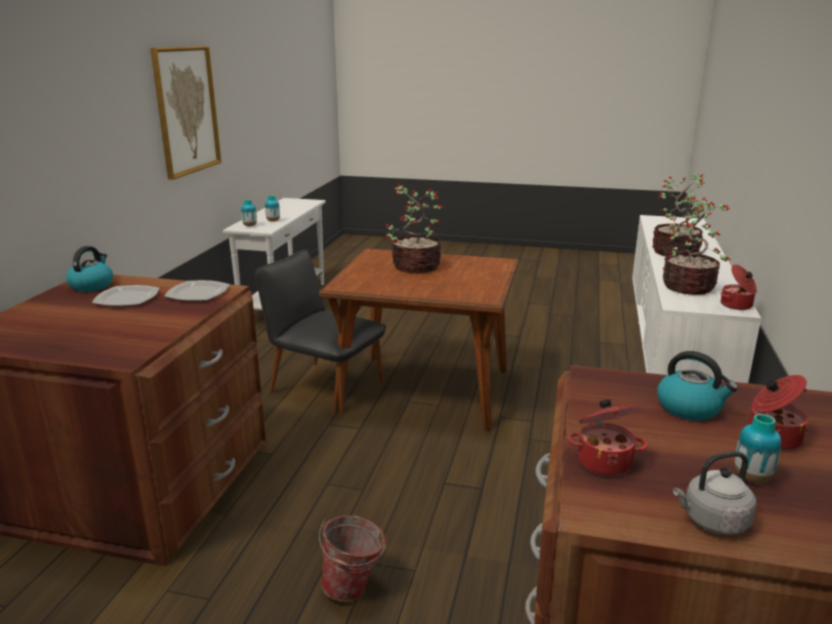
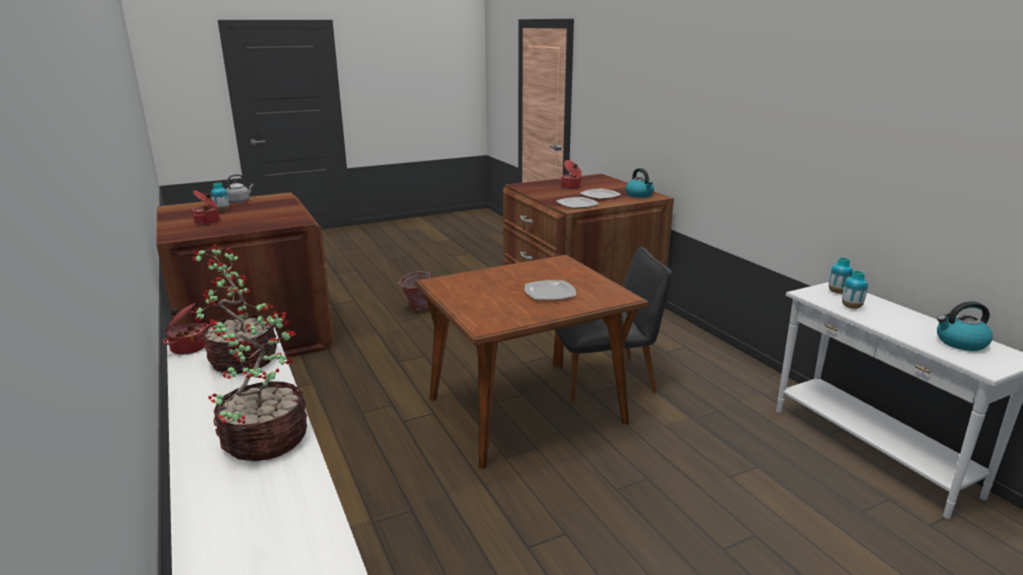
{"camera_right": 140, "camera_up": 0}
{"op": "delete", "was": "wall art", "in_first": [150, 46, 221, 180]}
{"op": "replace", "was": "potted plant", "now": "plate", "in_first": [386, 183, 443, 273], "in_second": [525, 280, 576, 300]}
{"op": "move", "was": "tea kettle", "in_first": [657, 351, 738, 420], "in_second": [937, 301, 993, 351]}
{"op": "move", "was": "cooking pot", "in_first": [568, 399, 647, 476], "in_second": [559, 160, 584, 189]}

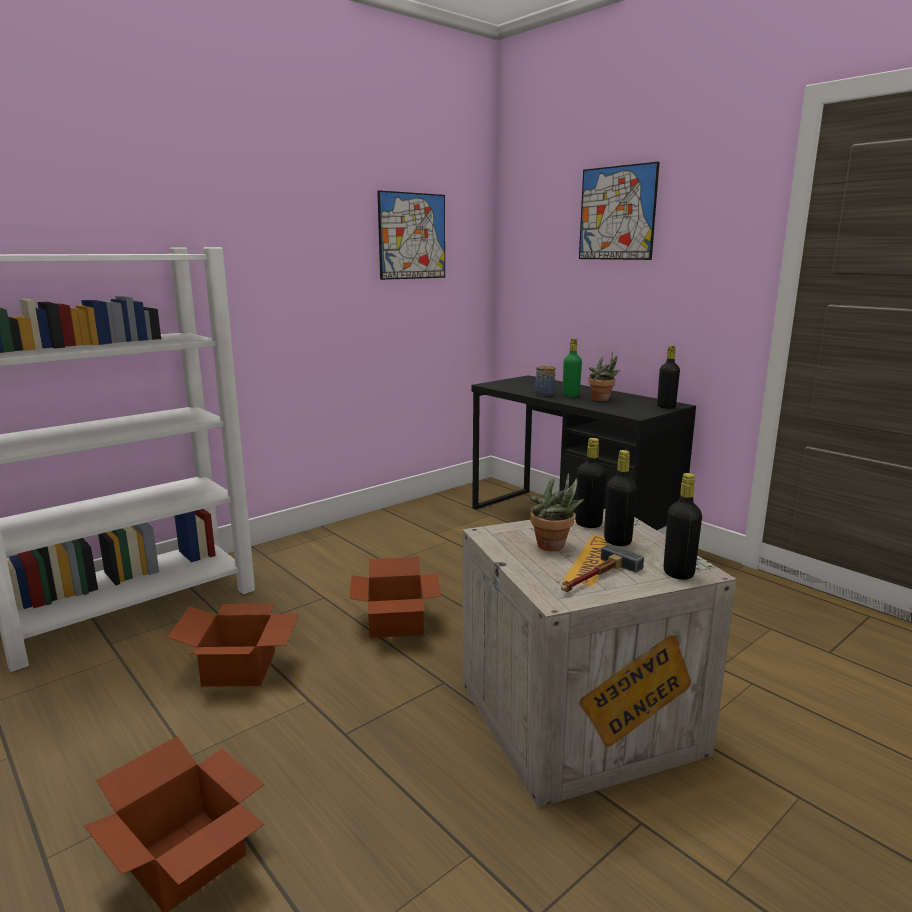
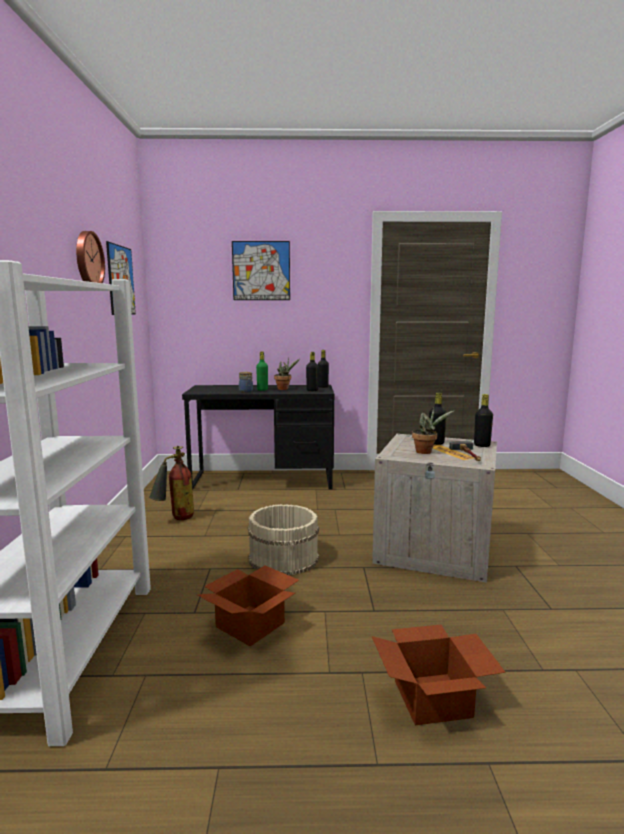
{"camera_right": -50, "camera_up": -5}
{"op": "move", "was": "bottle (black-coloured)", "in_first": [575, 438, 607, 528], "in_second": [306, 352, 319, 391]}
{"op": "replace", "was": "cardboard box", "now": "water bucket (beige)", "in_first": [349, 557, 441, 638], "in_second": [248, 504, 319, 575]}
{"op": "insert", "now": "hanging clock", "in_second": [76, 231, 105, 283]}
{"op": "insert", "now": "fire extinguisher", "in_second": [149, 446, 194, 520]}

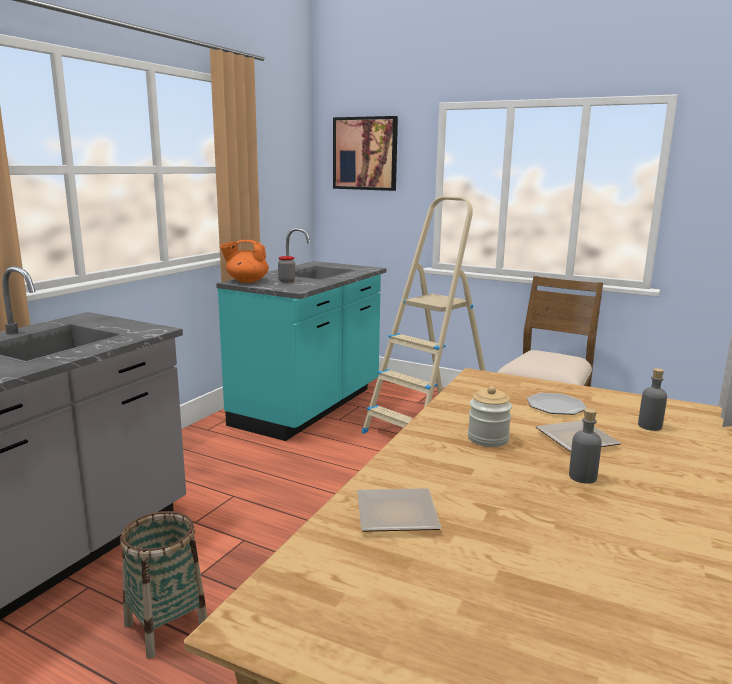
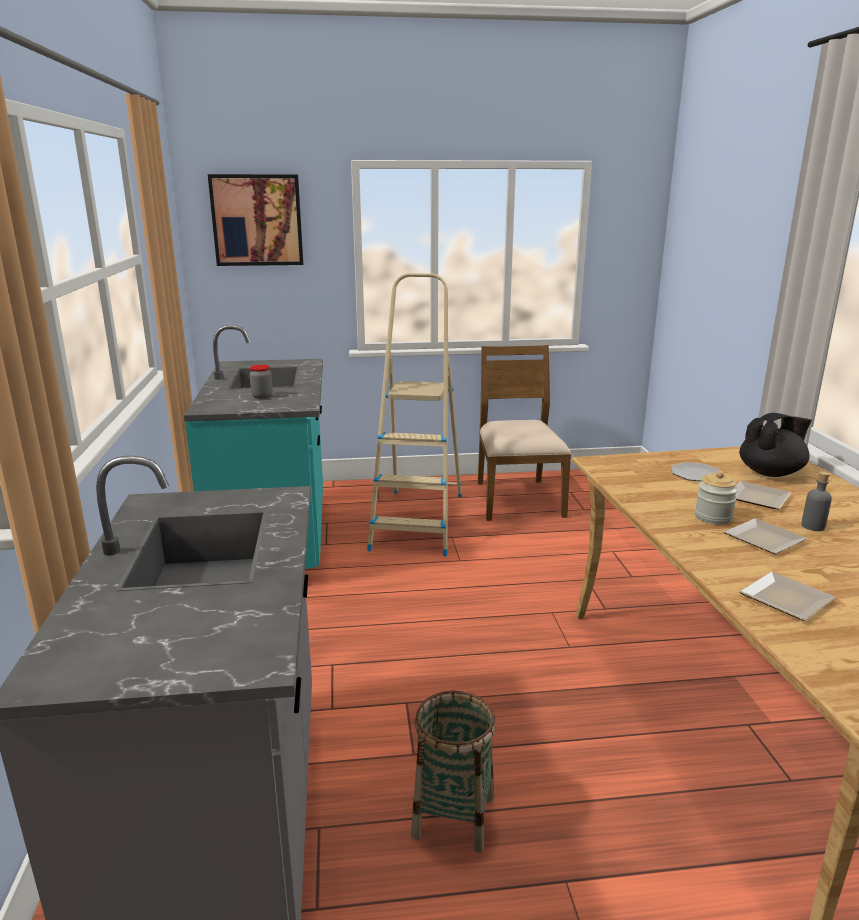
{"camera_right": -35, "camera_up": 5}
{"op": "delete", "was": "teapot (orange)", "in_first": [220, 240, 269, 283]}
{"op": "replace", "was": "bottle (greyish)", "now": "teapot (black-coloured)", "in_first": [638, 368, 667, 431], "in_second": [739, 413, 812, 477]}
{"op": "insert", "now": "plate", "in_second": [724, 518, 807, 554]}

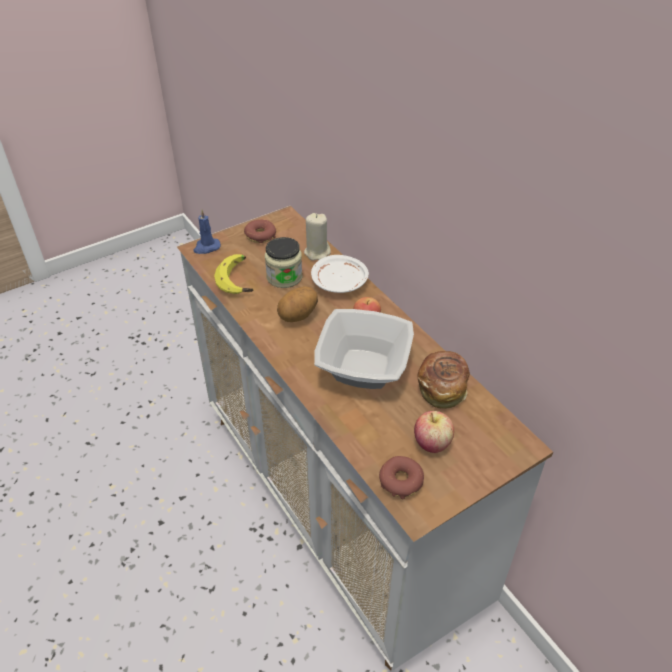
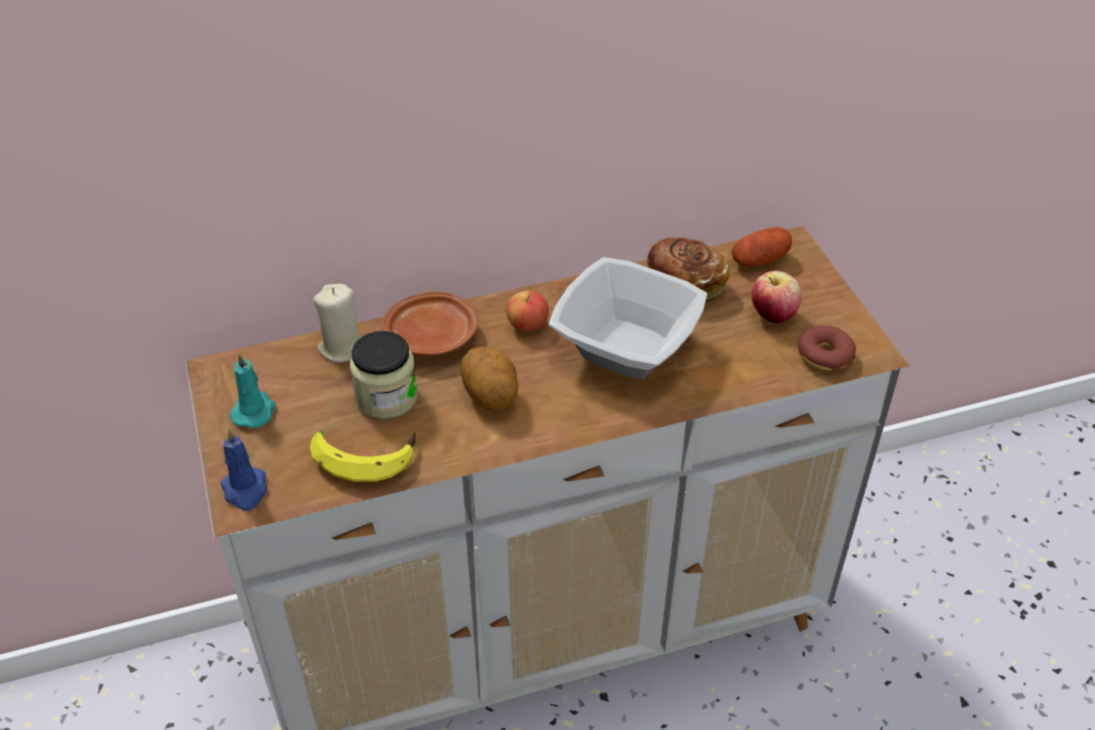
{"camera_right": -75, "camera_up": 0}
{"op": "replace", "was": "doughnut", "now": "wax candle (turquoise-coloured)", "in_first": [244, 220, 276, 243], "in_second": [230, 353, 275, 428]}
{"op": "recolor", "was": "plate (whitish)", "now": "plate (brown)", "in_first": [311, 255, 369, 293], "in_second": [382, 292, 478, 356]}
{"op": "insert", "now": "spud", "in_second": [731, 227, 792, 267]}

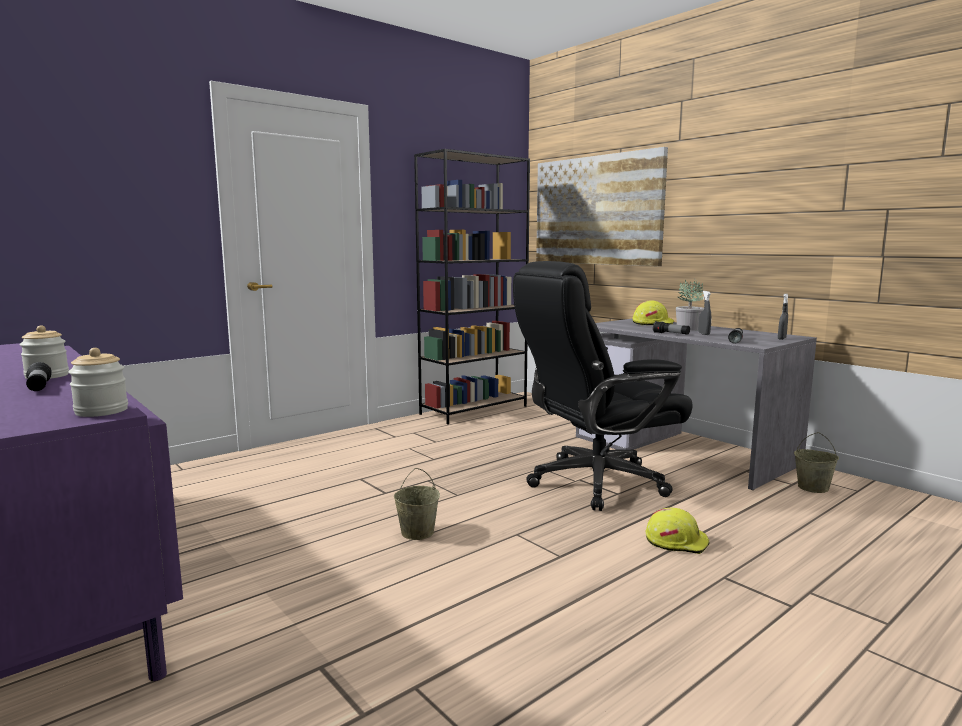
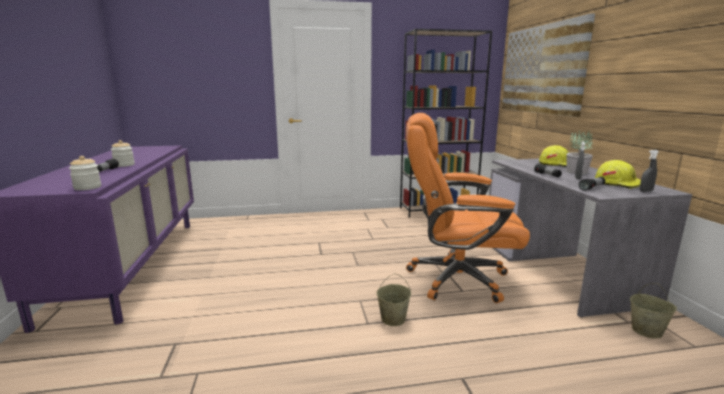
{"camera_right": 30, "camera_up": 5}
{"op": "recolor", "was": "desk chair (black-coloured)", "now": "desk chair (orange)", "in_first": [513, 261, 693, 511], "in_second": [406, 113, 530, 303]}
{"op": "move", "was": "water bucket (beige)", "in_first": [394, 468, 440, 540], "in_second": [377, 273, 411, 326]}
{"op": "move", "was": "work helmet (yellowish)", "in_first": [646, 508, 710, 554], "in_second": [595, 160, 641, 189]}

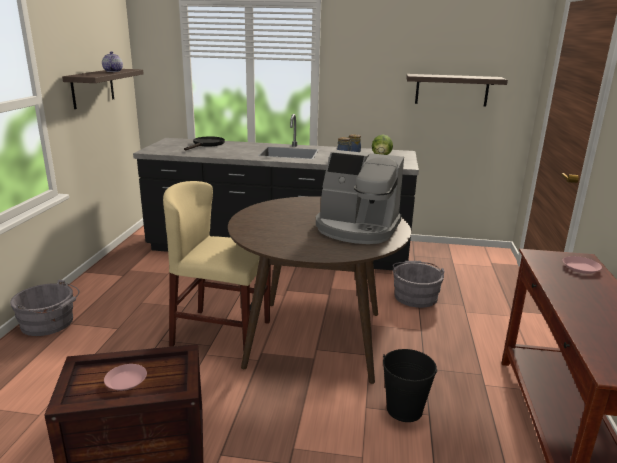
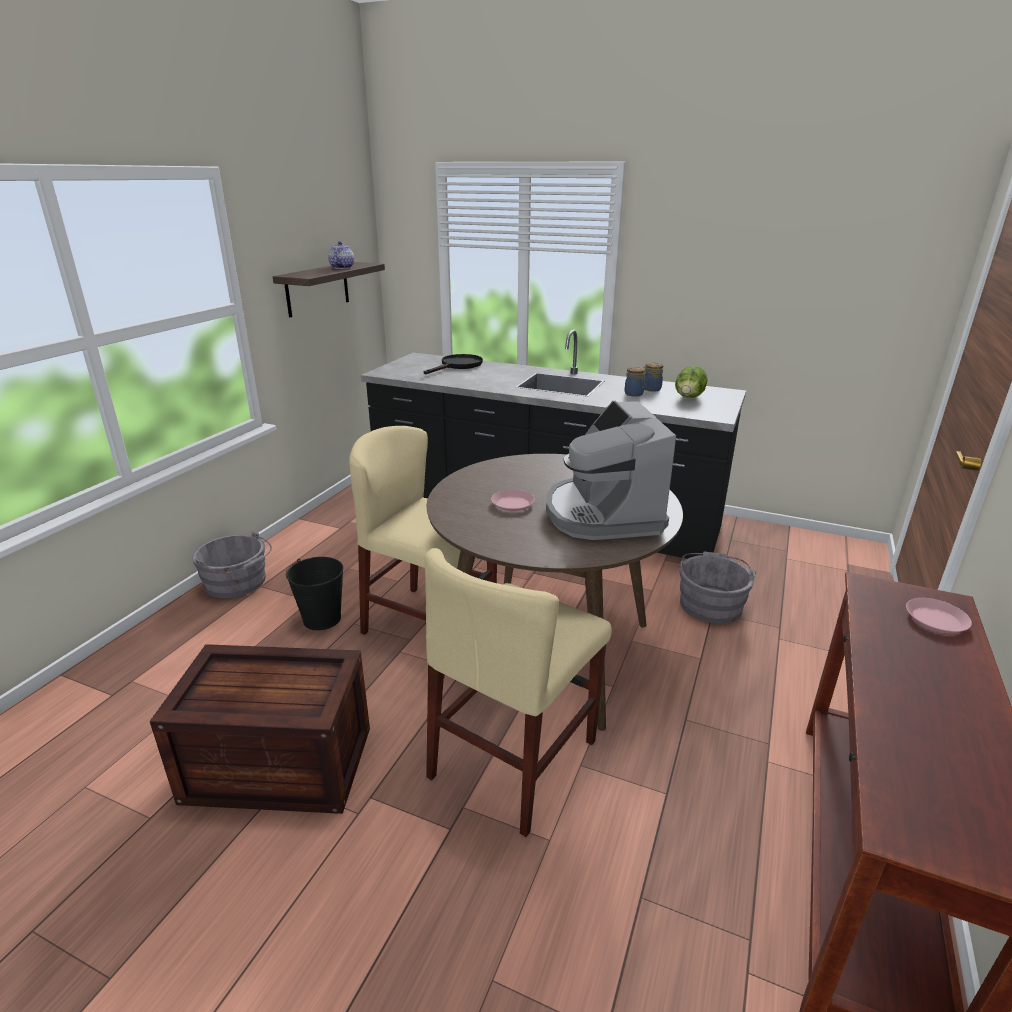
{"camera_right": 15, "camera_up": 5}
{"op": "delete", "was": "bracket shelf", "in_first": [406, 74, 508, 107]}
{"op": "rotate", "was": "coffee maker", "in_first": [316, 150, 404, 244], "in_second": [546, 401, 676, 540], "clockwise": 45}
{"op": "move", "was": "water bucket (black-coloured)", "in_first": [383, 349, 437, 422], "in_second": [286, 557, 343, 630]}
{"op": "move", "was": "plate (pink-coloured)", "in_first": [104, 364, 147, 391], "in_second": [491, 489, 535, 511]}
{"op": "insert", "now": "plain chair (beige)", "in_second": [425, 548, 612, 837]}

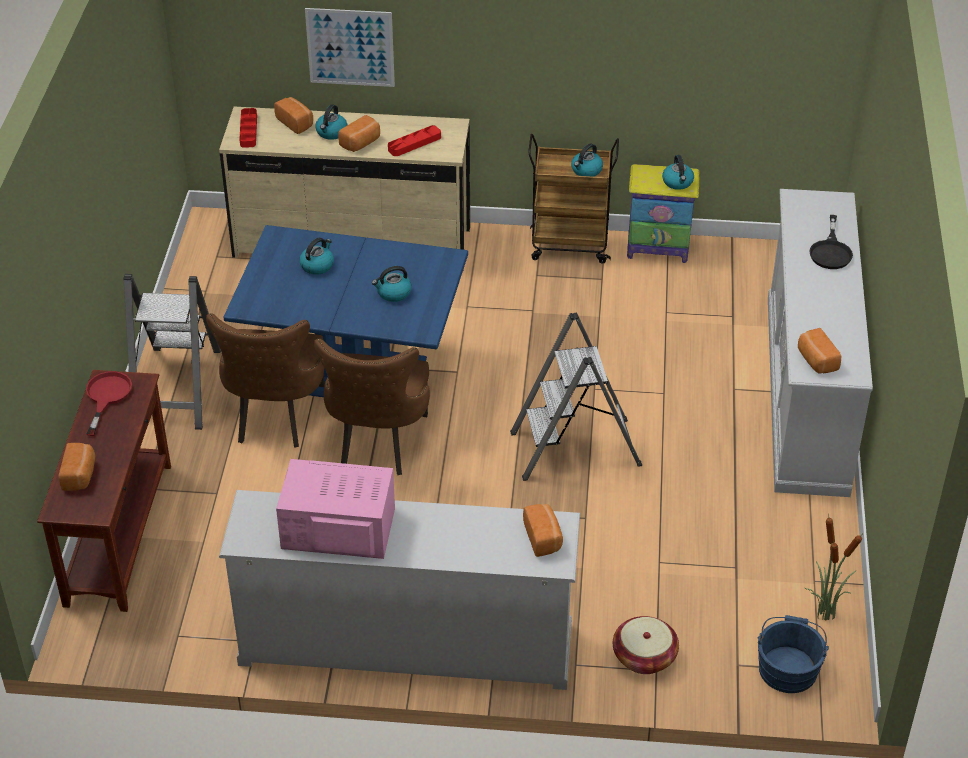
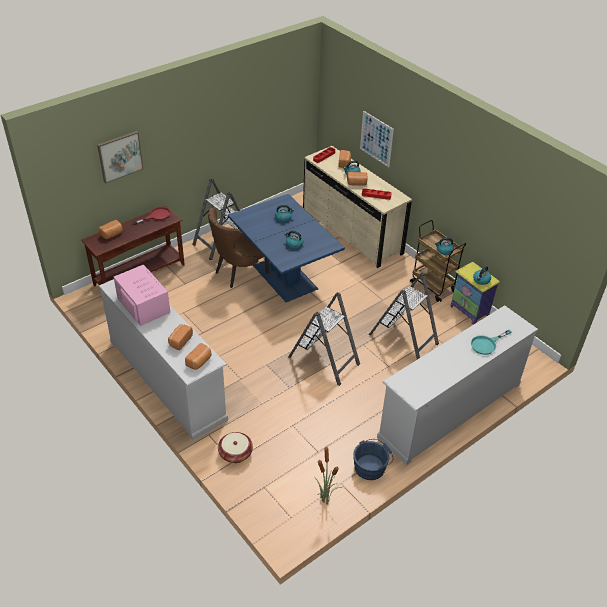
{"camera_right": 45, "camera_up": 0}
{"op": "recolor", "was": "skillet (black-coloured)", "now": "skillet (turquoise-coloured)", "in_first": [809, 215, 853, 269], "in_second": [471, 330, 511, 355]}
{"op": "move", "was": "bread", "in_first": [798, 328, 841, 374], "in_second": [168, 324, 193, 350]}
{"op": "delete", "was": "plain chair (brown)", "in_first": [314, 339, 430, 475]}
{"op": "move", "was": "water bucket (blue-coloured)", "in_first": [758, 615, 829, 693], "in_second": [353, 439, 393, 480]}
{"op": "insert", "now": "wall art", "in_second": [97, 131, 143, 184]}
{"op": "insert", "now": "stepladder (greyish)", "in_second": [369, 272, 439, 359]}

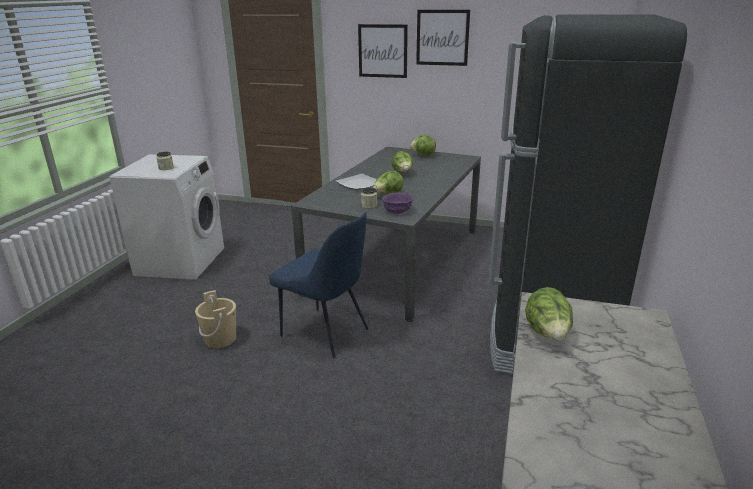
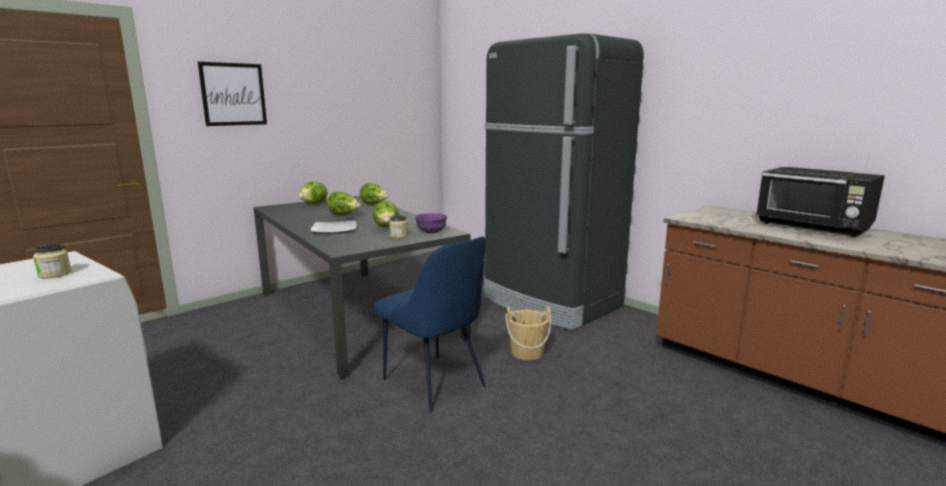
{"camera_right": -60, "camera_up": -10}
{"op": "delete", "was": "wall art", "in_first": [416, 10, 470, 66]}
{"op": "rotate", "was": "plain chair (blue-coloured)", "in_first": [269, 212, 368, 359], "in_second": [374, 237, 486, 412], "clockwise": 75}
{"op": "move", "was": "head of lettuce", "in_first": [525, 287, 573, 340], "in_second": [360, 183, 388, 205]}
{"op": "move", "was": "water bucket (beige)", "in_first": [195, 290, 236, 348], "in_second": [505, 306, 552, 360]}
{"op": "insert", "now": "microwave (black-coloured)", "in_second": [756, 167, 885, 238]}

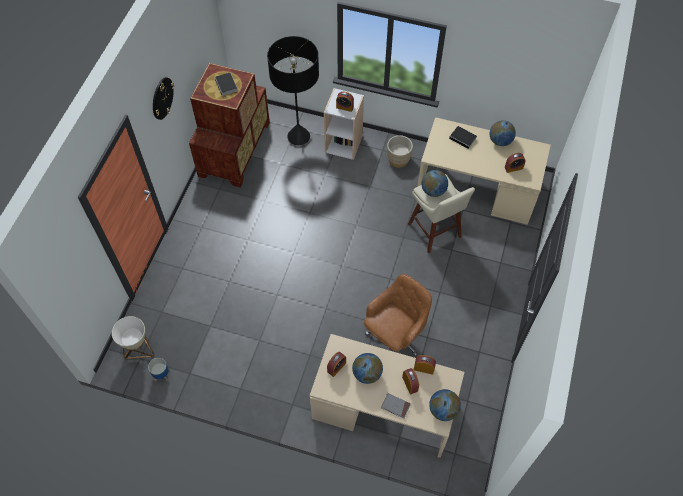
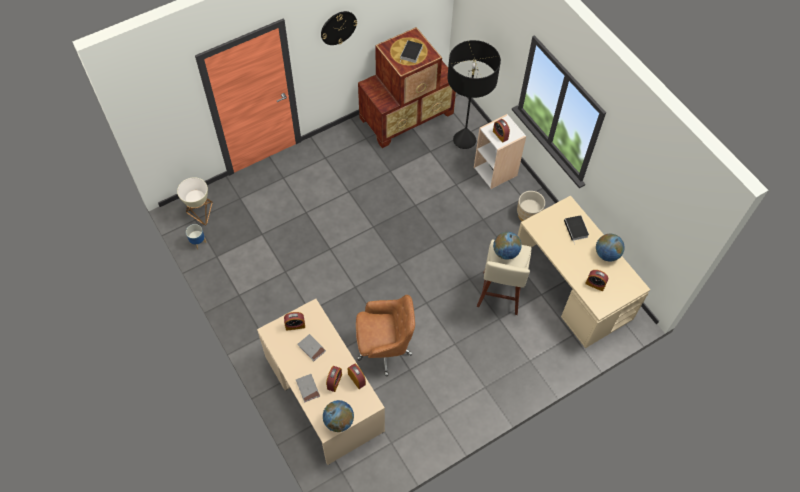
{"camera_right": 40, "camera_up": 0}
{"op": "replace", "was": "desk globe", "now": "bound book (greyish)", "in_first": [352, 353, 383, 384], "in_second": [298, 334, 326, 361]}

